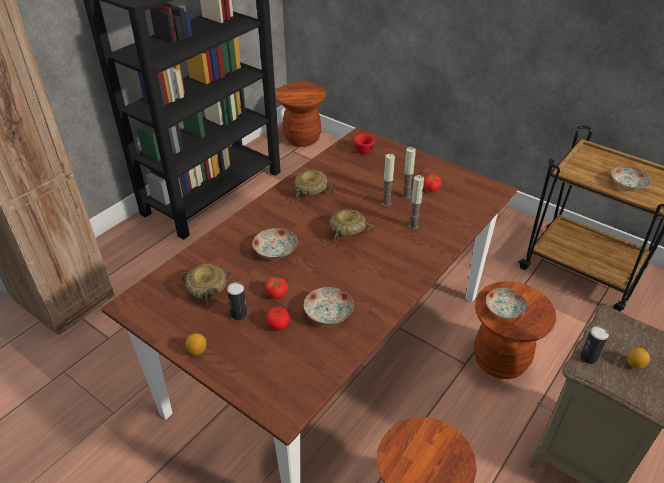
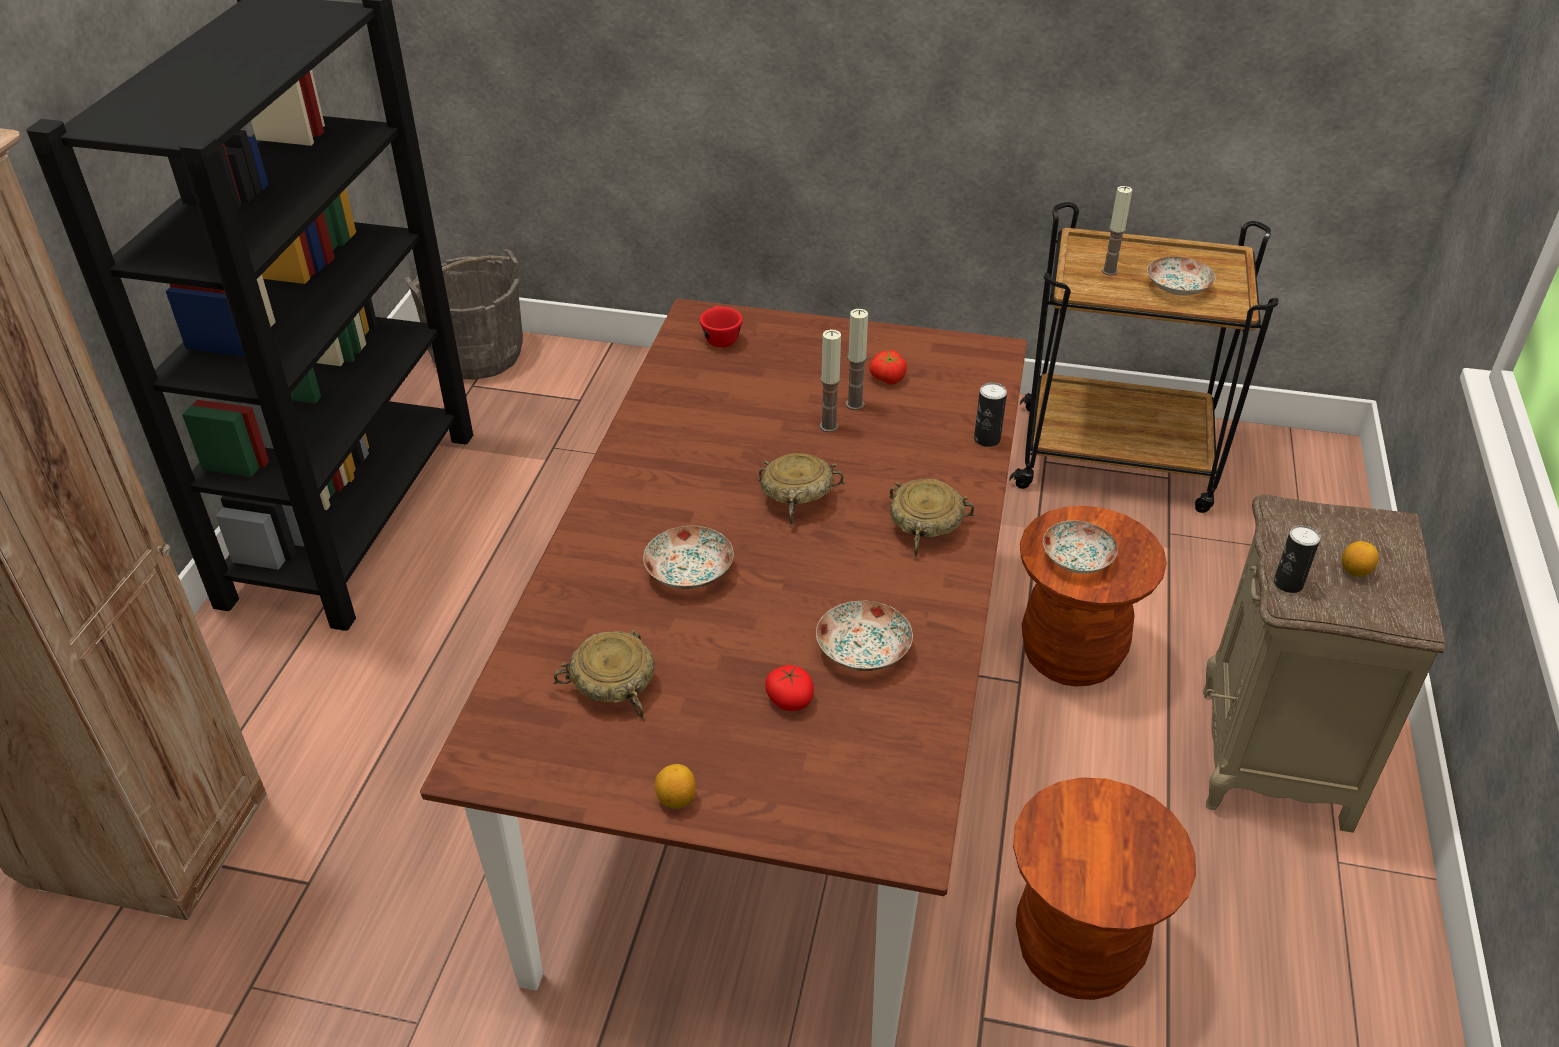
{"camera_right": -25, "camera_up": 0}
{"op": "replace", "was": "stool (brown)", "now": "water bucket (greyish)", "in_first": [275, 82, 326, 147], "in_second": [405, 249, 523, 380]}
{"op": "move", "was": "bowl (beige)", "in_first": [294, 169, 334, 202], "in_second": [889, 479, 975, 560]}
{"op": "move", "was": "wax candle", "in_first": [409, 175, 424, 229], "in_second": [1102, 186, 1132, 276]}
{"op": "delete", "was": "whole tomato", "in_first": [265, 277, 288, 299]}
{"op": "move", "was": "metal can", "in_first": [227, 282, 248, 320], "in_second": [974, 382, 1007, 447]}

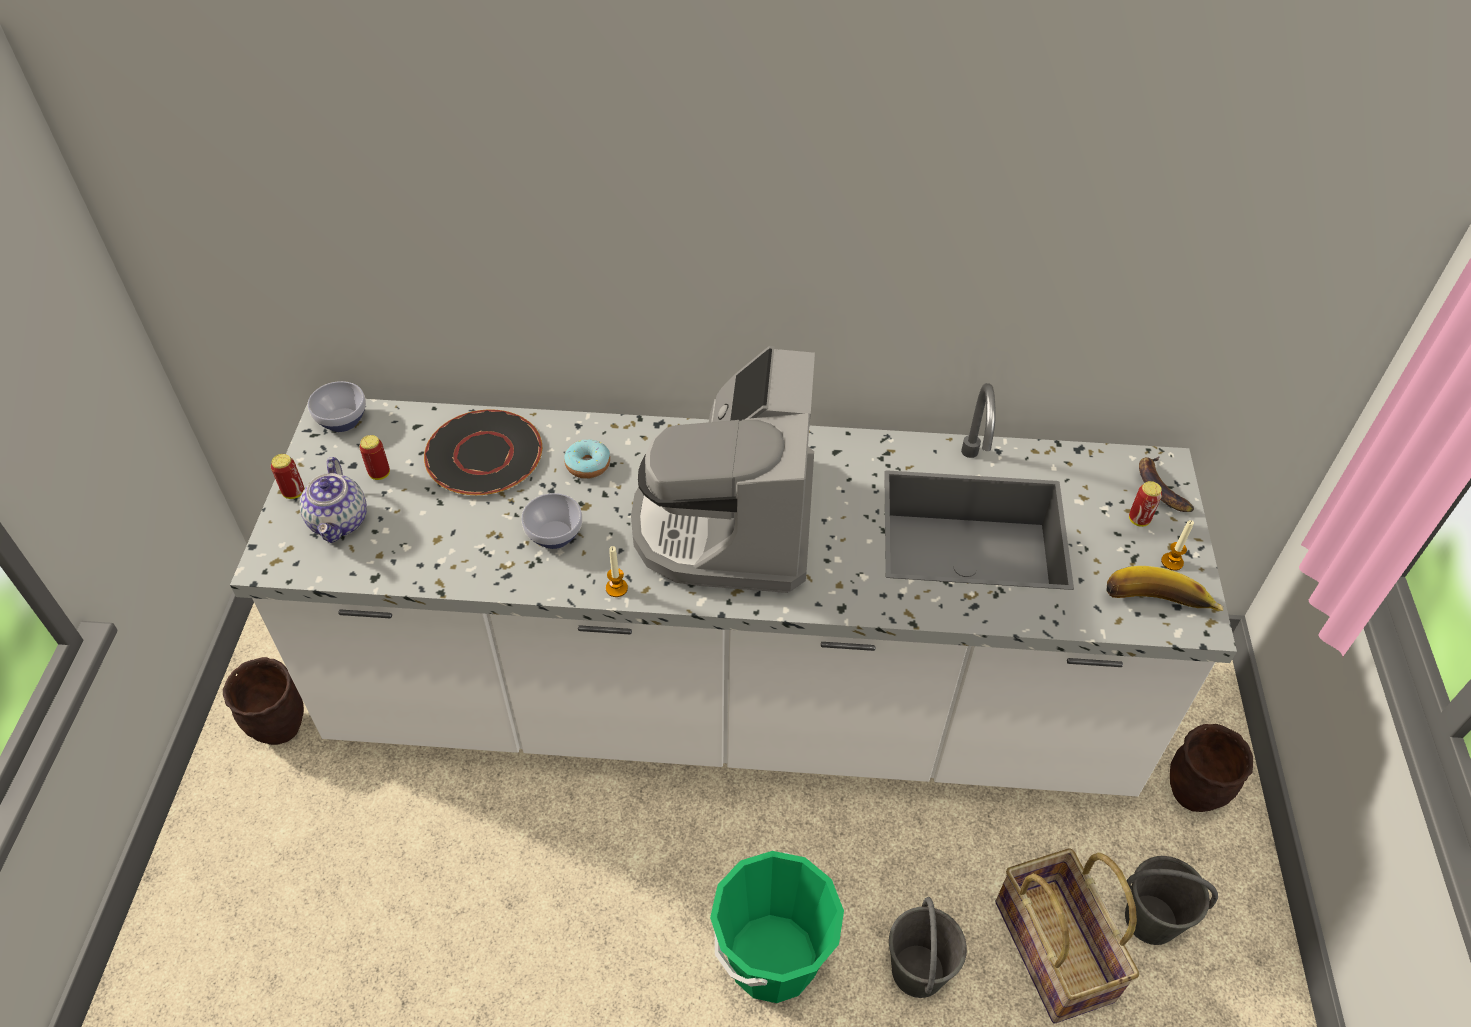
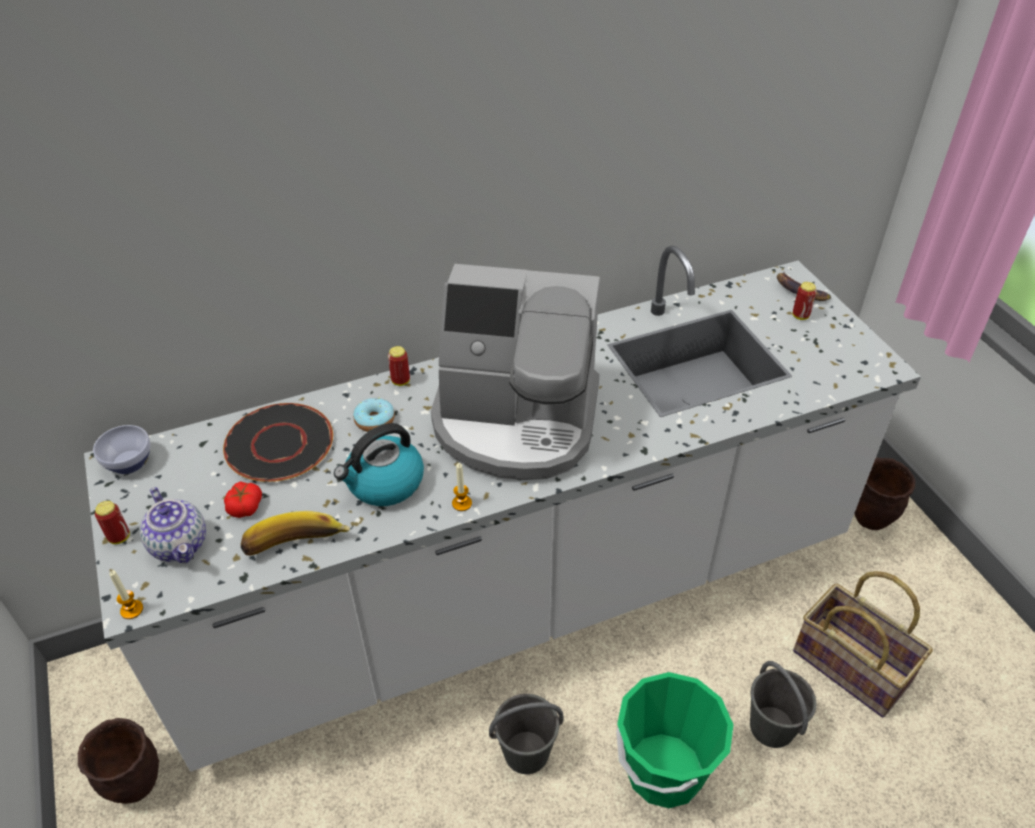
{"camera_right": -25, "camera_up": -5}
{"op": "rotate", "was": "coffee maker", "in_first": [631, 346, 815, 593], "in_second": [431, 264, 600, 480], "clockwise": -60}
{"op": "move", "was": "metal can", "in_first": [359, 435, 390, 480], "in_second": [388, 346, 410, 386]}
{"op": "replace", "was": "bowl", "now": "tea kettle", "in_first": [521, 493, 582, 549], "in_second": [334, 423, 424, 506]}
{"op": "move", "was": "wax candle", "in_first": [1161, 520, 1194, 571], "in_second": [109, 570, 143, 619]}
{"op": "move", "was": "banana", "in_first": [1106, 566, 1223, 611], "in_second": [241, 511, 350, 556]}
{"op": "move", "was": "water bucket (greyish)", "in_first": [1125, 856, 1218, 945], "in_second": [489, 694, 564, 774]}
{"op": "insert", "now": "whole tomato", "in_second": [224, 481, 262, 518]}

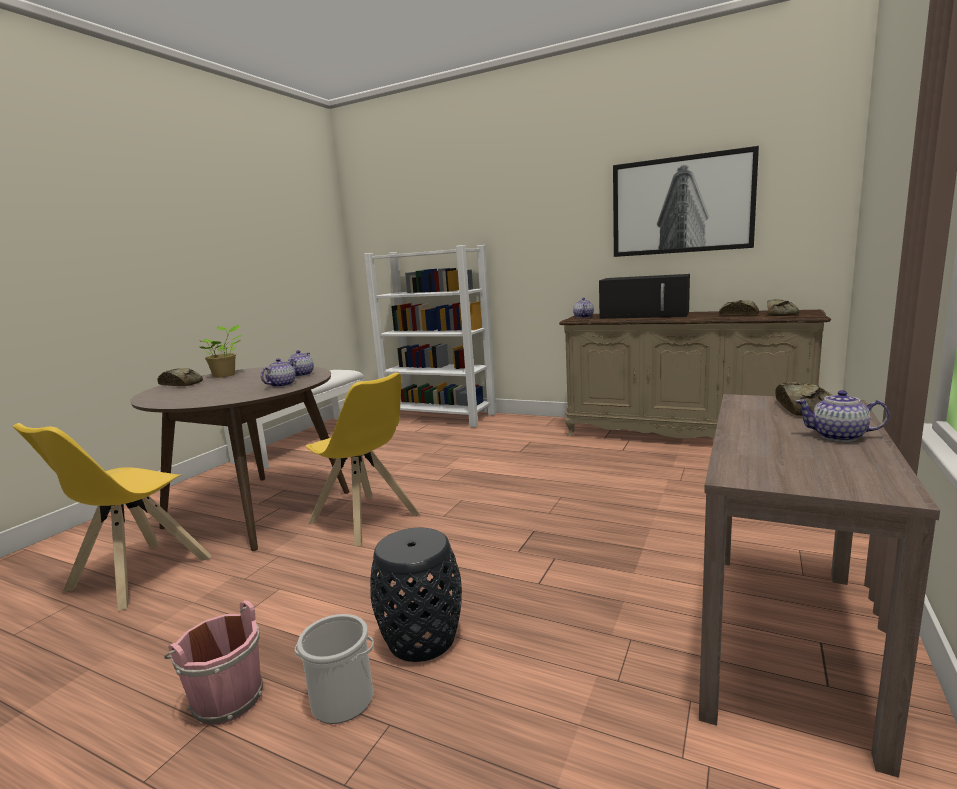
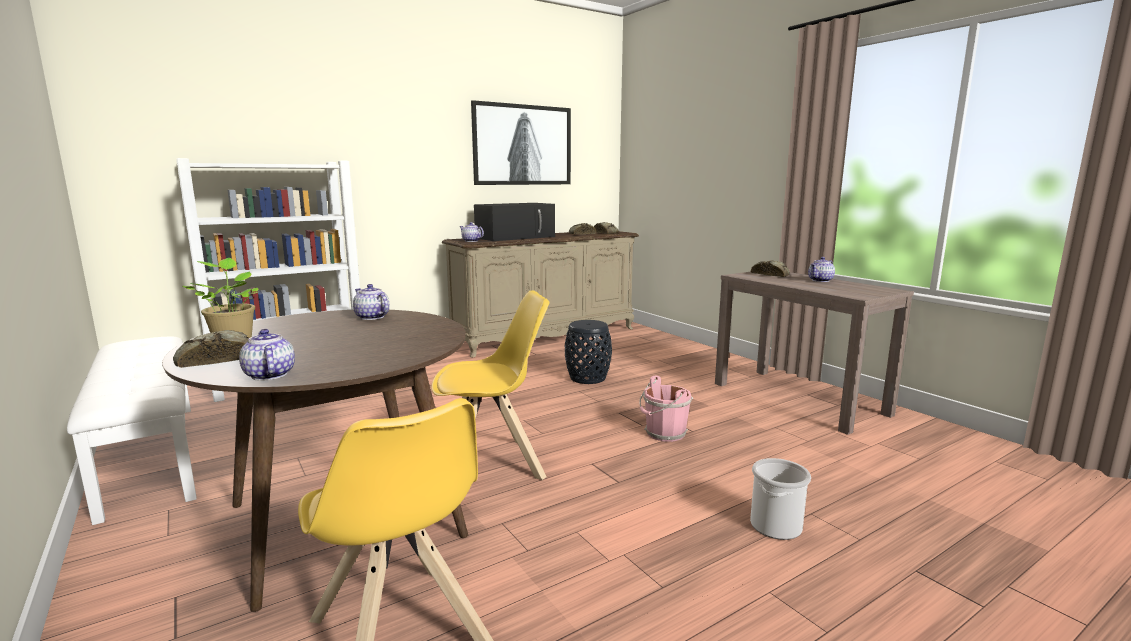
{"camera_right": -60, "camera_up": 0}
{"op": "move", "was": "teapot", "in_first": [261, 358, 297, 387], "in_second": [239, 329, 295, 381]}
{"op": "move", "was": "stool (black-coloured)", "in_first": [370, 528, 462, 662], "in_second": [565, 320, 612, 384]}
{"op": "move", "was": "water bucket (pink-coloured)", "in_first": [164, 600, 263, 725], "in_second": [639, 375, 693, 442]}

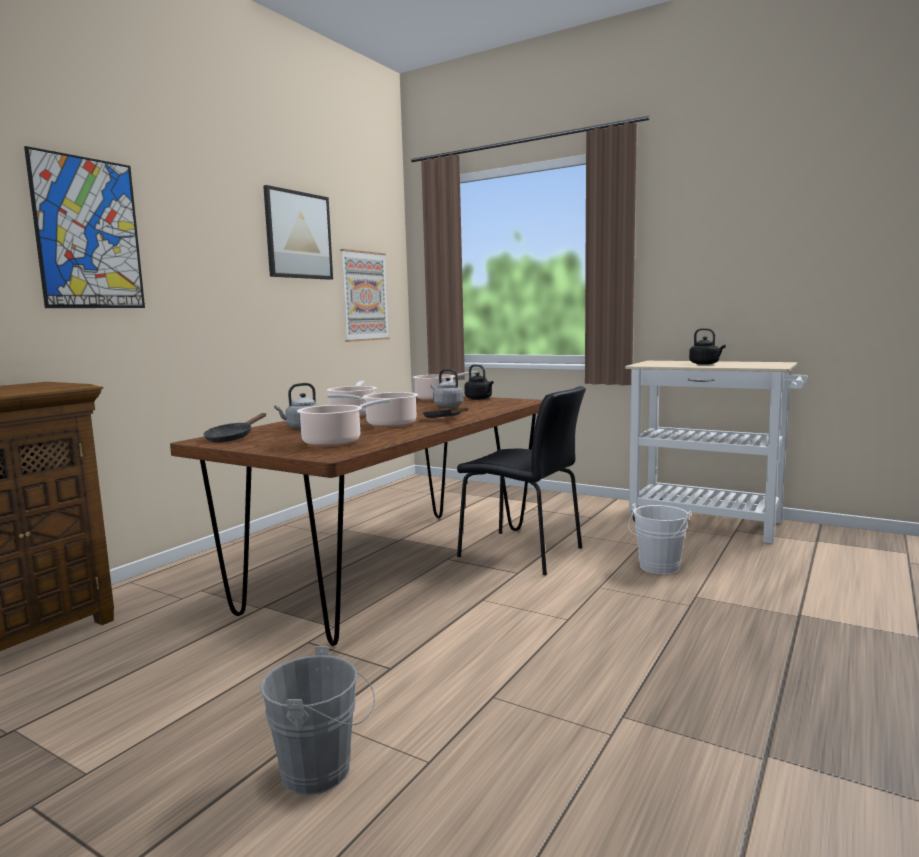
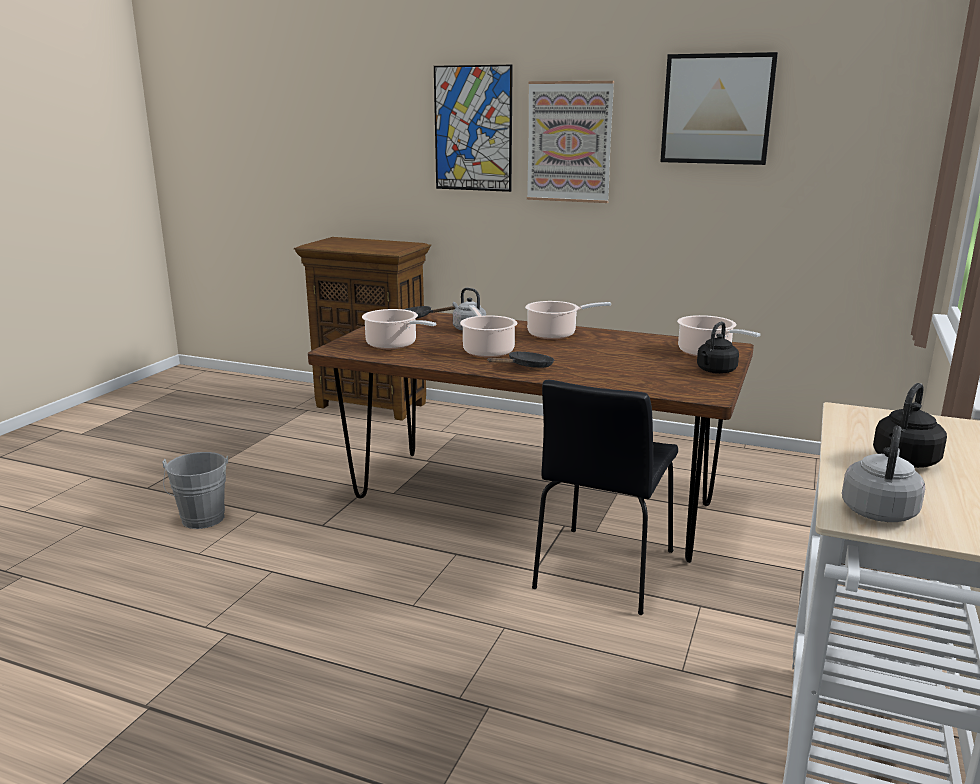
{"camera_right": 80, "camera_up": 10}
{"op": "move", "was": "wall art", "in_first": [340, 249, 390, 342], "in_second": [527, 81, 614, 203]}
{"op": "move", "was": "tea kettle (greyish)", "in_first": [431, 369, 463, 407], "in_second": [842, 426, 925, 522]}
{"op": "delete", "was": "water bucket (whitish)", "in_first": [628, 503, 691, 574]}

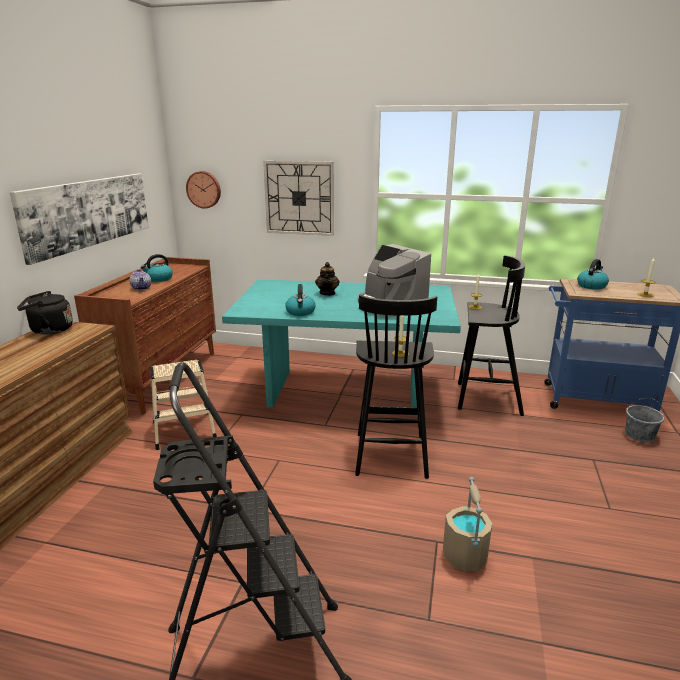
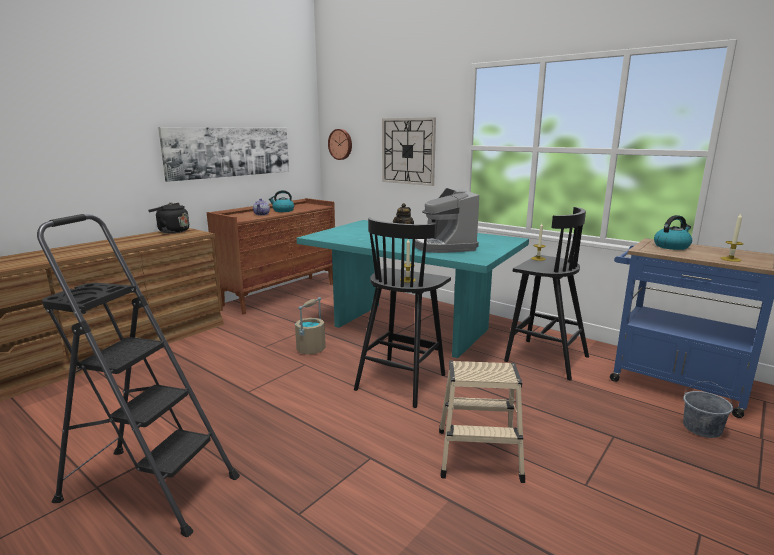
{"camera_right": 25, "camera_up": -5}
{"op": "delete", "was": "tea kettle", "in_first": [285, 284, 316, 316]}
{"op": "move", "was": "stepladder (beige)", "in_first": [150, 359, 217, 450], "in_second": [439, 360, 525, 483]}
{"op": "move", "was": "water bucket (beige)", "in_first": [443, 477, 492, 571], "in_second": [295, 297, 326, 355]}

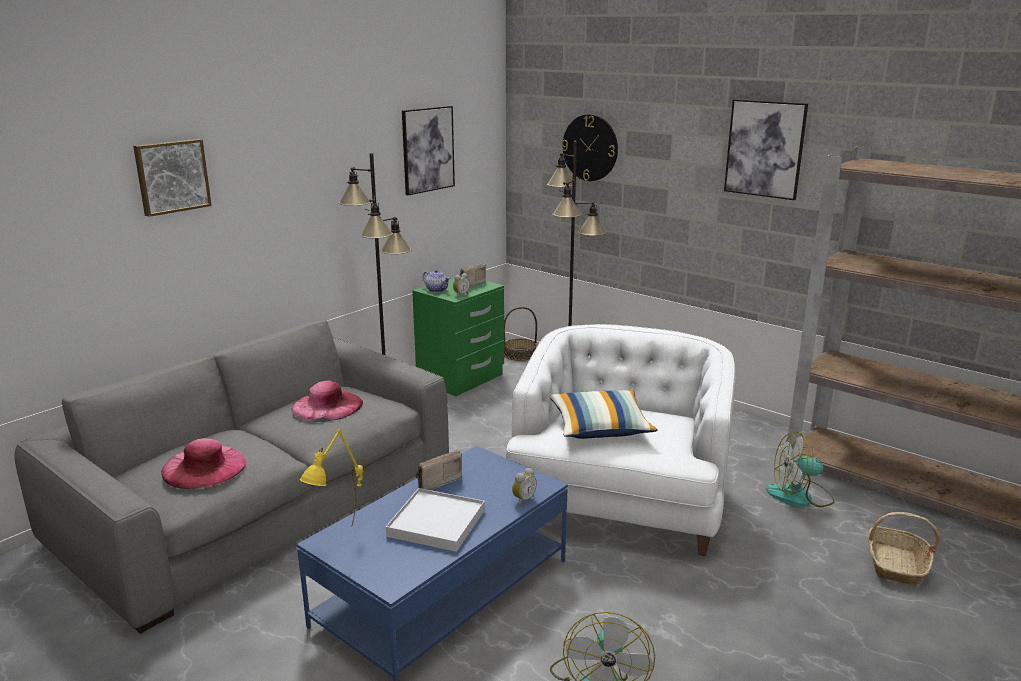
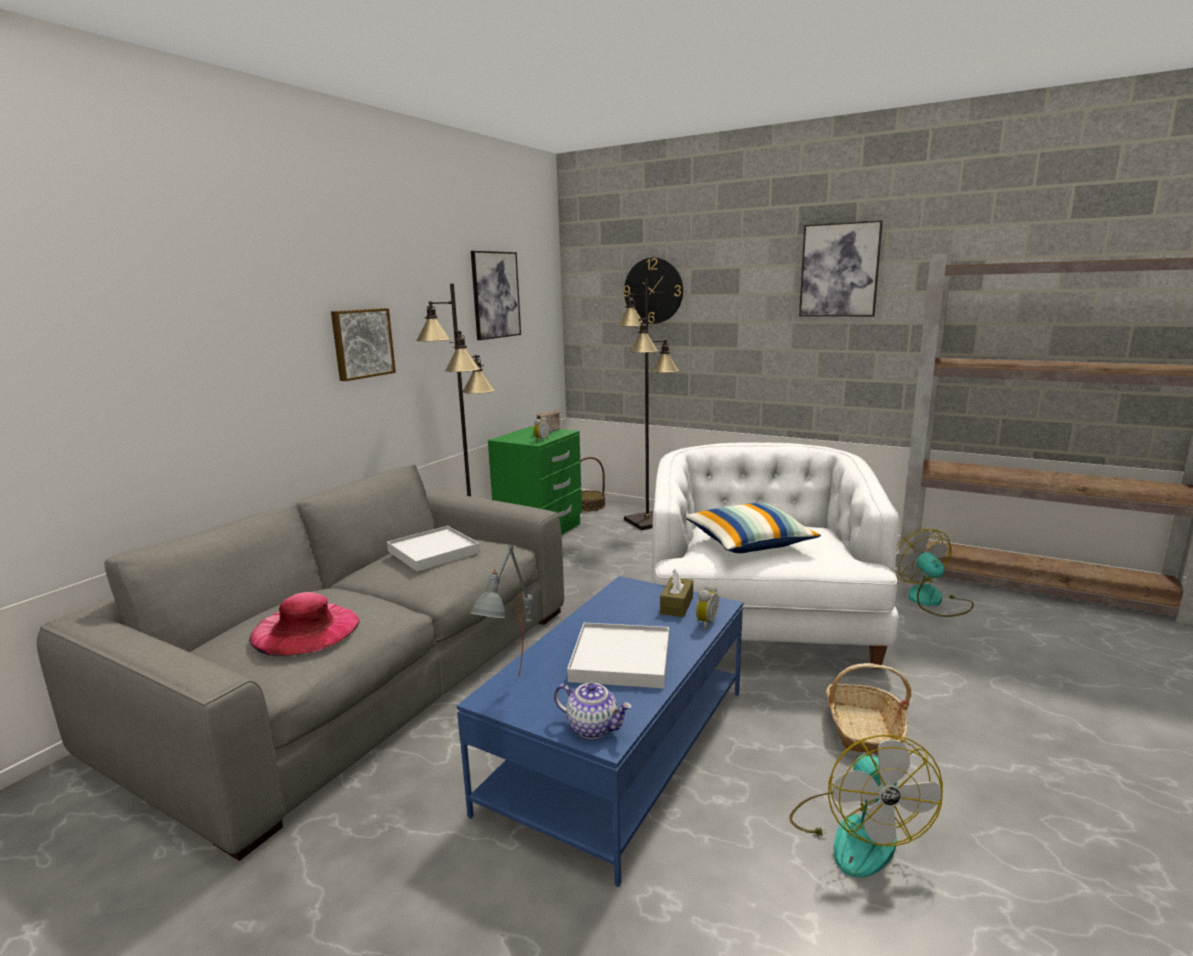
{"camera_right": -10, "camera_up": -5}
{"op": "move", "was": "wall art", "in_first": [133, 139, 212, 217], "in_second": [331, 308, 396, 381]}
{"op": "move", "was": "teapot", "in_first": [423, 270, 450, 292], "in_second": [554, 683, 632, 739]}
{"op": "replace", "was": "hat (pink-coloured)", "now": "tray (whitish)", "in_first": [292, 380, 363, 422], "in_second": [387, 526, 480, 571]}
{"op": "recolor", "was": "tabletop lamp (yellowish)", "now": "tabletop lamp (greyish)", "in_first": [299, 429, 363, 527], "in_second": [470, 545, 533, 676]}
{"op": "rotate", "was": "electric fan", "in_first": [766, 432, 835, 507], "in_second": [895, 529, 974, 617], "clockwise": 90}
{"op": "delete", "was": "radio set", "in_first": [416, 450, 463, 490]}
{"op": "move", "was": "household basket", "in_first": [868, 512, 940, 585], "in_second": [826, 663, 911, 754]}
{"op": "insert", "now": "tissue holder (brown)", "in_second": [660, 569, 693, 617]}

